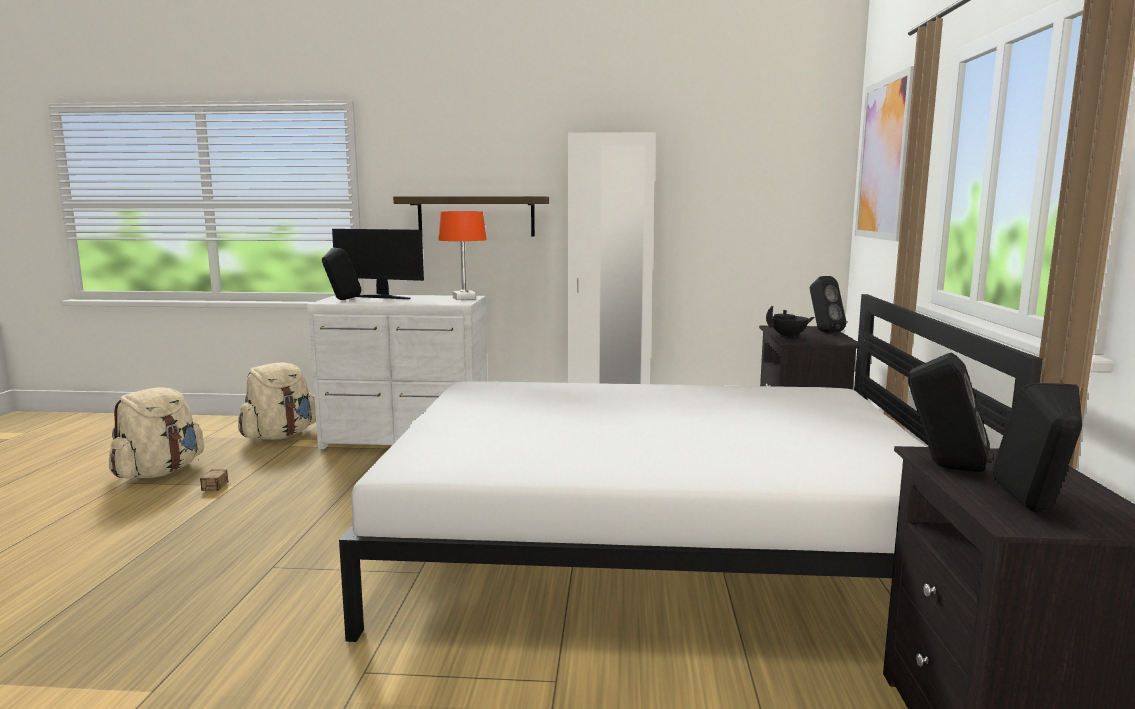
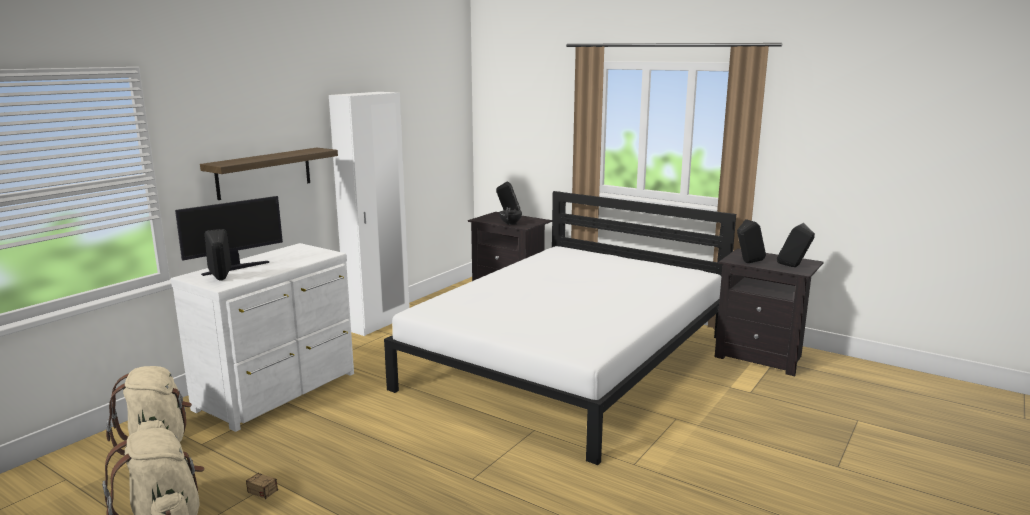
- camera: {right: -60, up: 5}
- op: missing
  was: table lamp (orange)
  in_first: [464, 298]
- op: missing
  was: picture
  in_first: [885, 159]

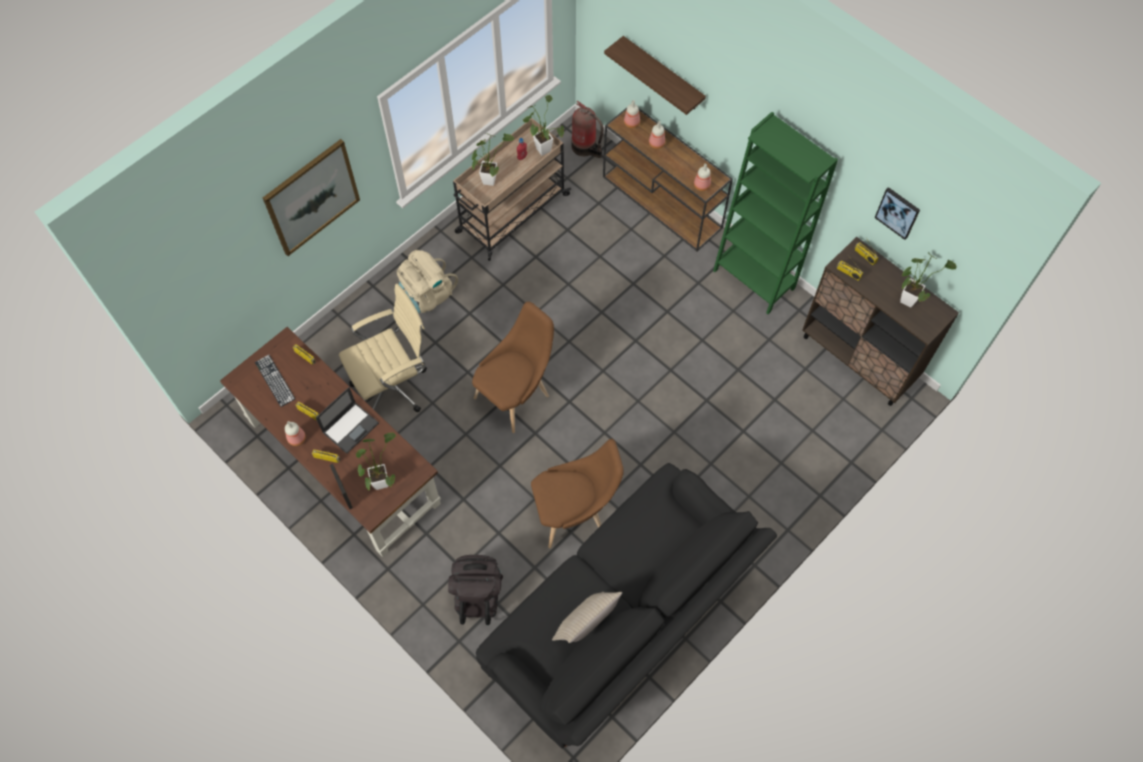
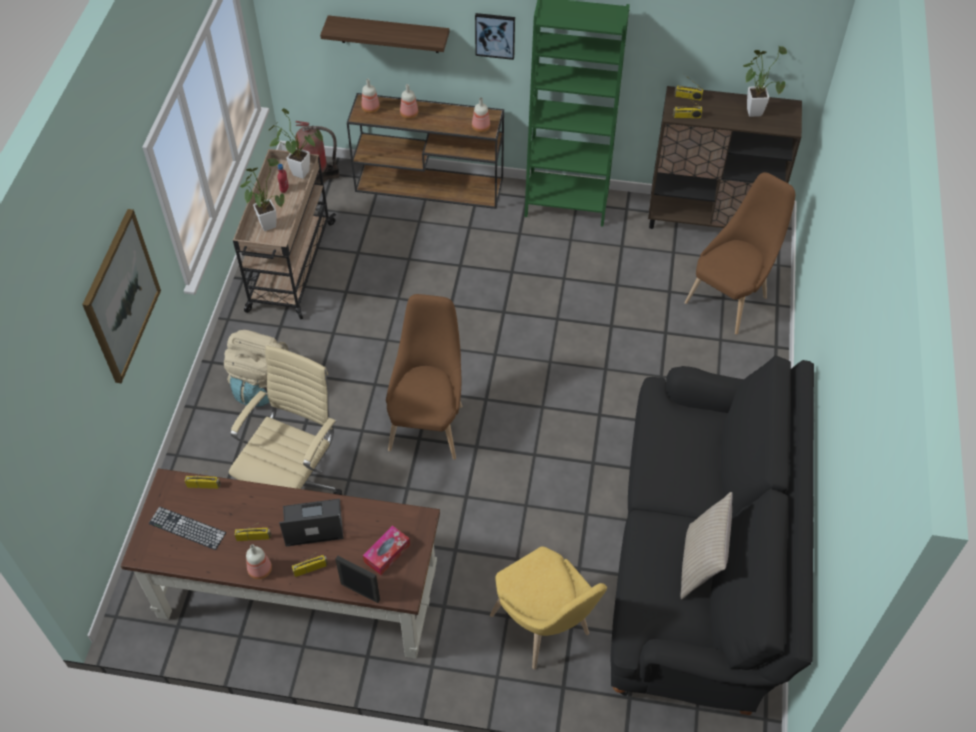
- camera: {right: -35, up: -10}
- op: relocated
  was: chair (brown)
  in_first: [574, 512]
  in_second: [730, 297]
- op: relocated
  was: picture
  in_first: [898, 212]
  in_second: [495, 35]
- op: exchanged
  was: potted plant
  now: tissue box
  in_first: [380, 479]
  in_second: [387, 553]
- op: exchanged
  was: backpack (black)
  now: chair (yellow)
  in_first: [478, 594]
  in_second: [545, 629]
- op: spun
  was: laptop
  in_first: [351, 427]
  in_second: [312, 523]
  clockwise: -105

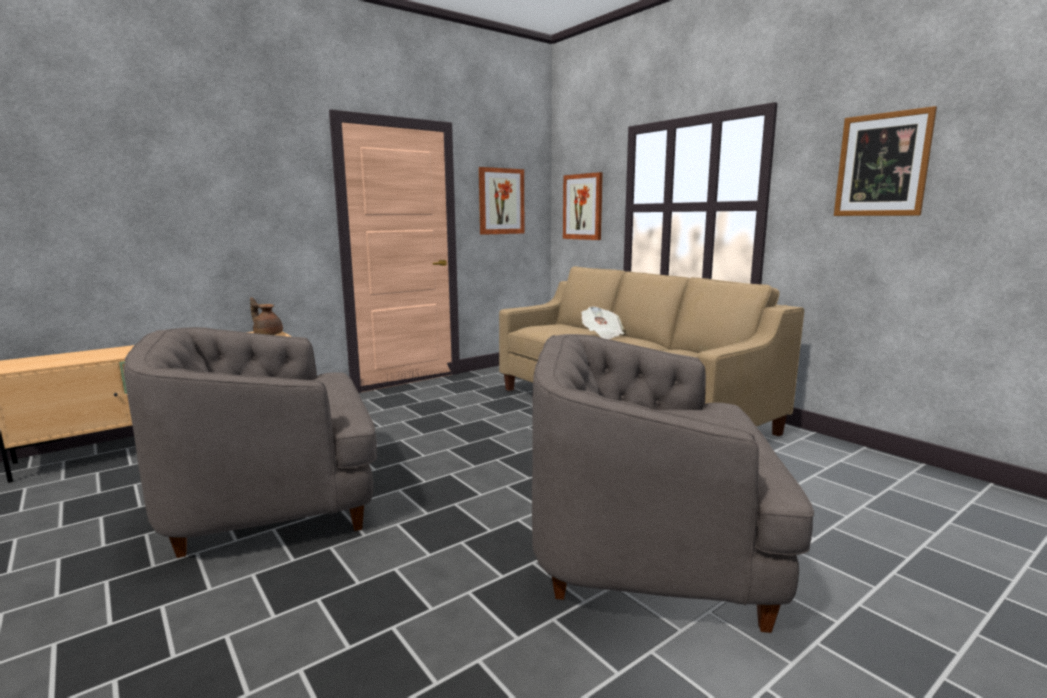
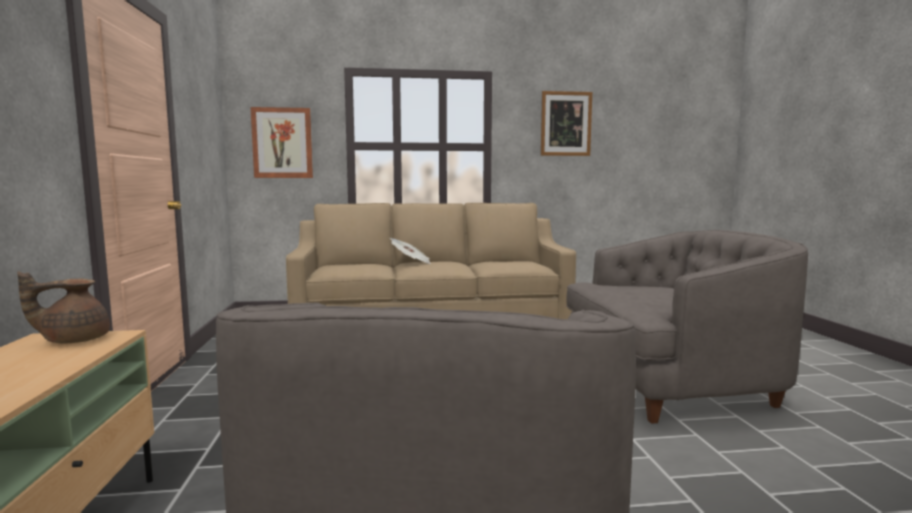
- camera: {right: -60, up: -5}
- op: missing
  was: picture
  in_first: [501, 201]
- op: spun
  was: armchair (grey)
  in_first: [649, 545]
  in_second: [668, 381]
  clockwise: -135

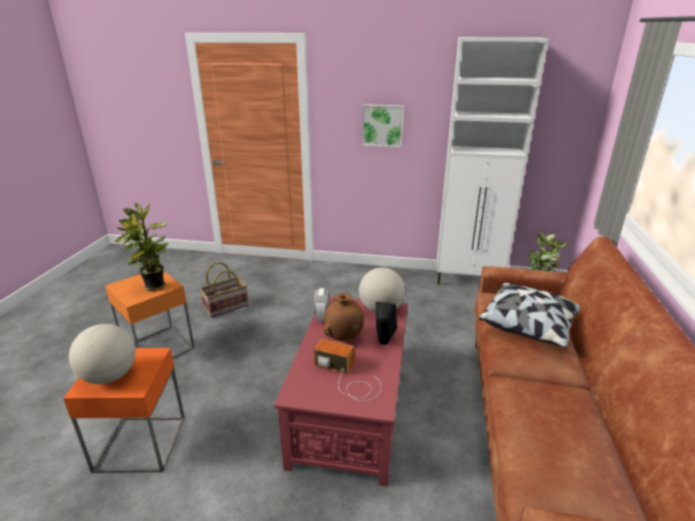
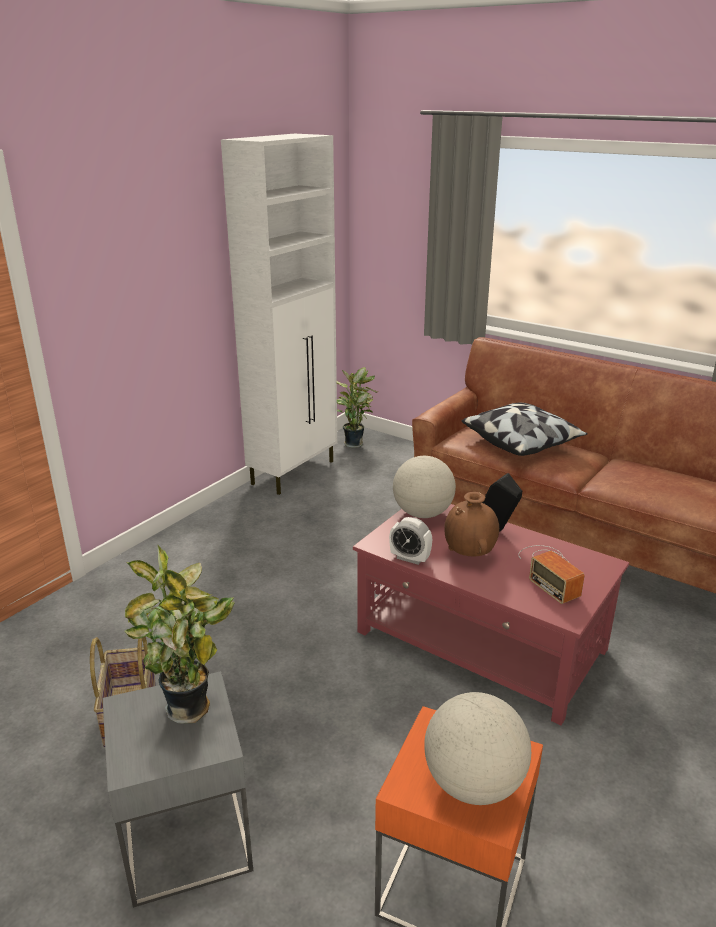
- camera: {right: -65, up: 0}
- op: missing
  was: picture
  in_first: [382, 125]
- op: colour
  was: side table (orange)
  now: side table (grey)
  in_first: [158, 347]
  in_second: [186, 838]
- op: spun
  was: radio
  in_first: [347, 378]
  in_second: [550, 571]
  clockwise: -75

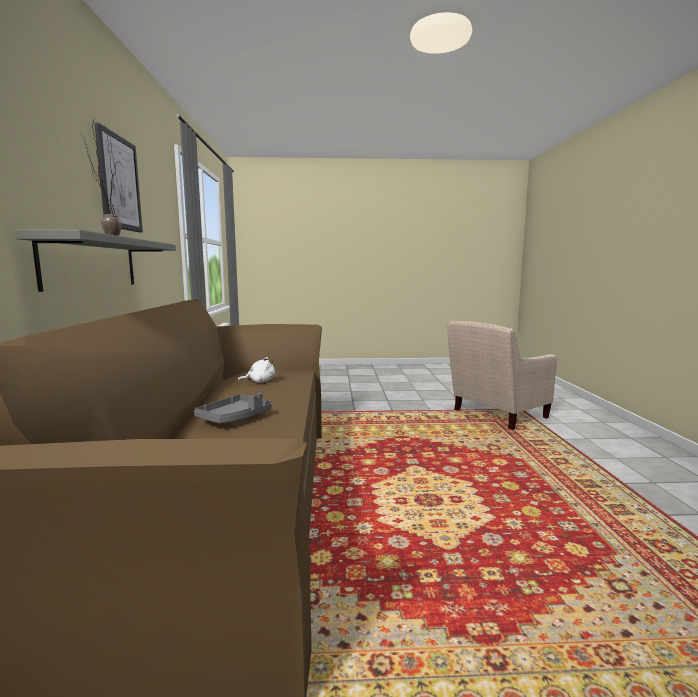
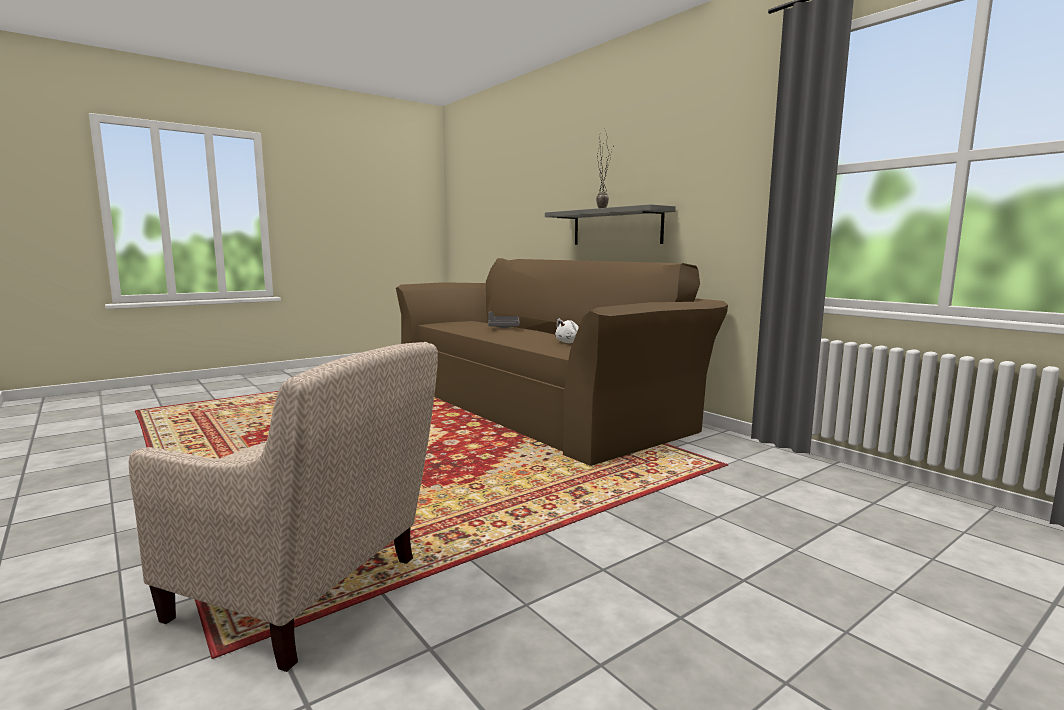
- camera: {right: 145, up: 0}
- op: missing
  was: picture
  in_first: [119, 183]
- op: spun
  was: armchair (beige)
  in_first: [495, 415]
  in_second: [307, 595]
  clockwise: 90

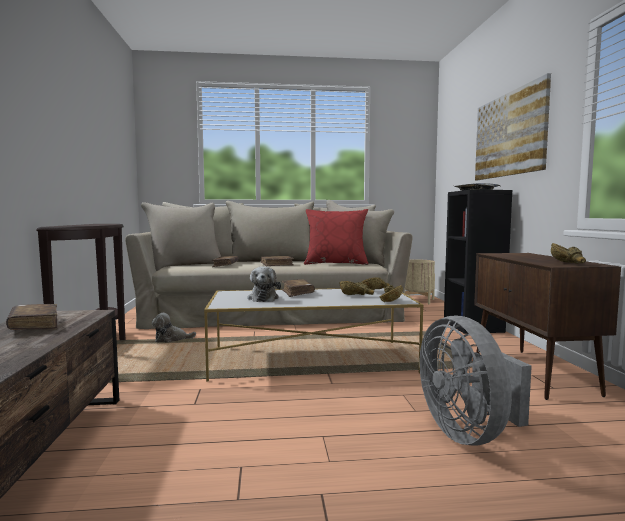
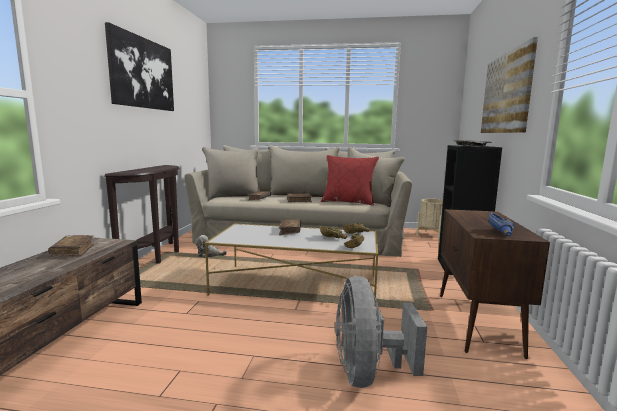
- camera: {right: 15, up: 5}
- op: missing
  was: plush toy
  in_first: [263, 298]
- op: appeared
  now: picture
  in_second: [142, 73]
- op: colour
  was: bowl (brown)
  now: bowl (blue)
  in_first: [570, 263]
  in_second: [503, 233]

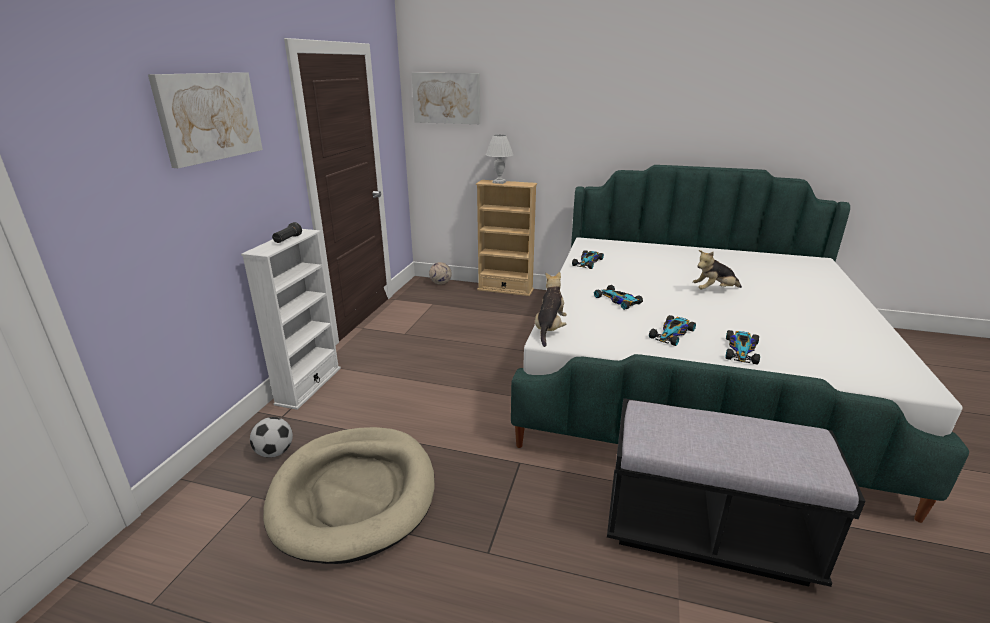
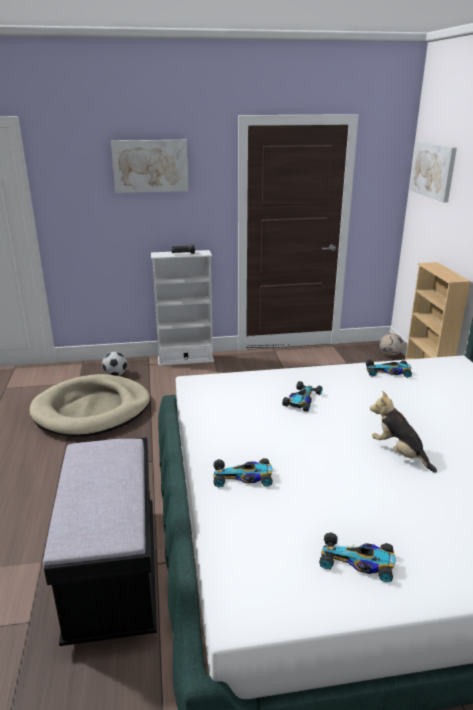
- camera: {right: 65, up: 0}
- op: missing
  was: table lamp (white)
  in_first: [499, 182]
- op: missing
  was: plush toy
  in_first: [549, 329]
- op: relocated
  was: toy car
  in_first: [672, 333]
  in_second: [358, 562]

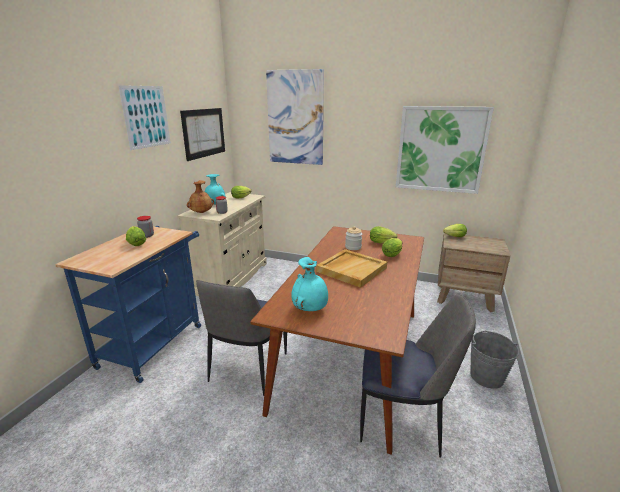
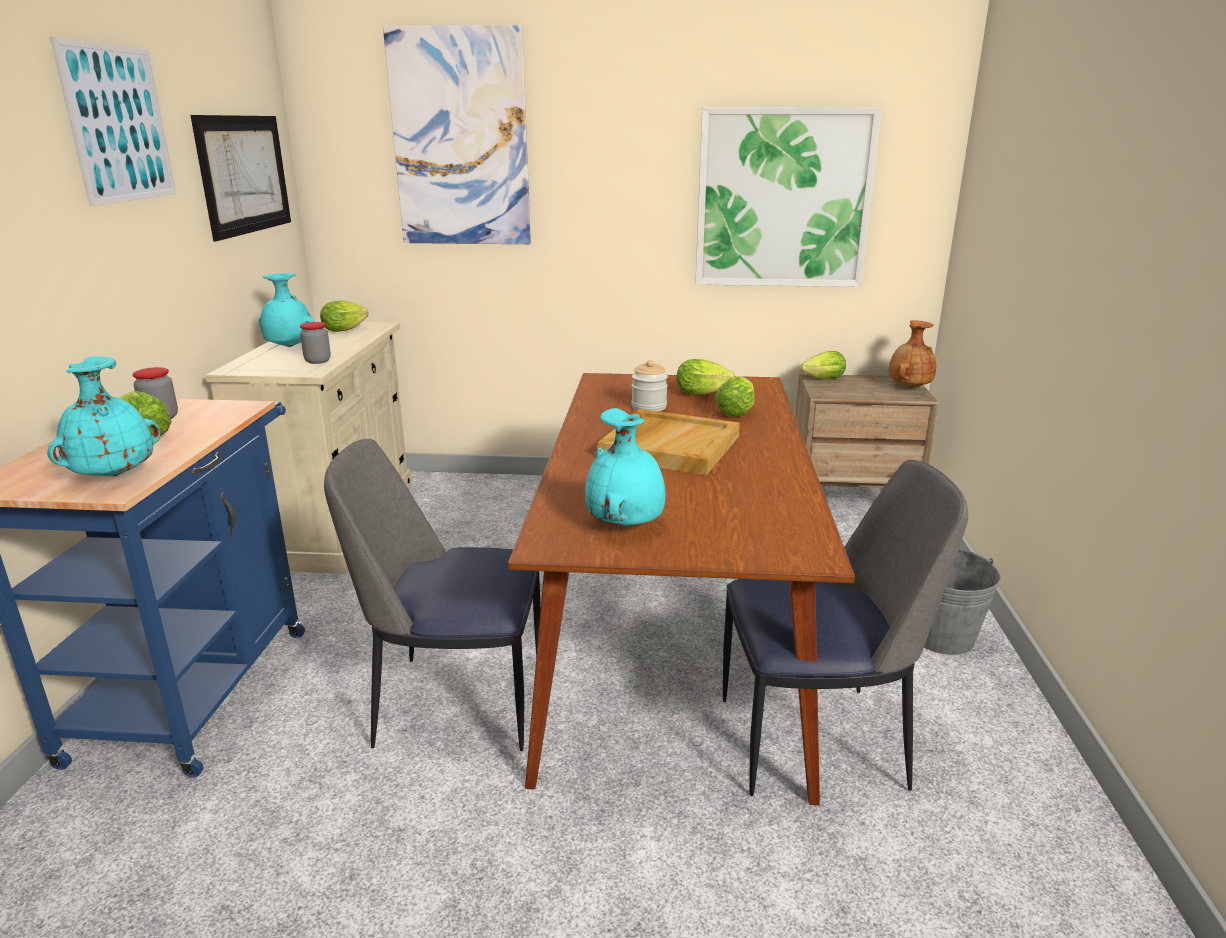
- camera: {right: -15, up: 0}
- op: appeared
  now: vase (turquoise)
  in_second: [113, 475]
- op: relocated
  was: vase (brown)
  in_first: [201, 212]
  in_second: [908, 387]
- op: spun
  was: chair
  in_first: [248, 369]
  in_second: [455, 703]
  clockwise: 90

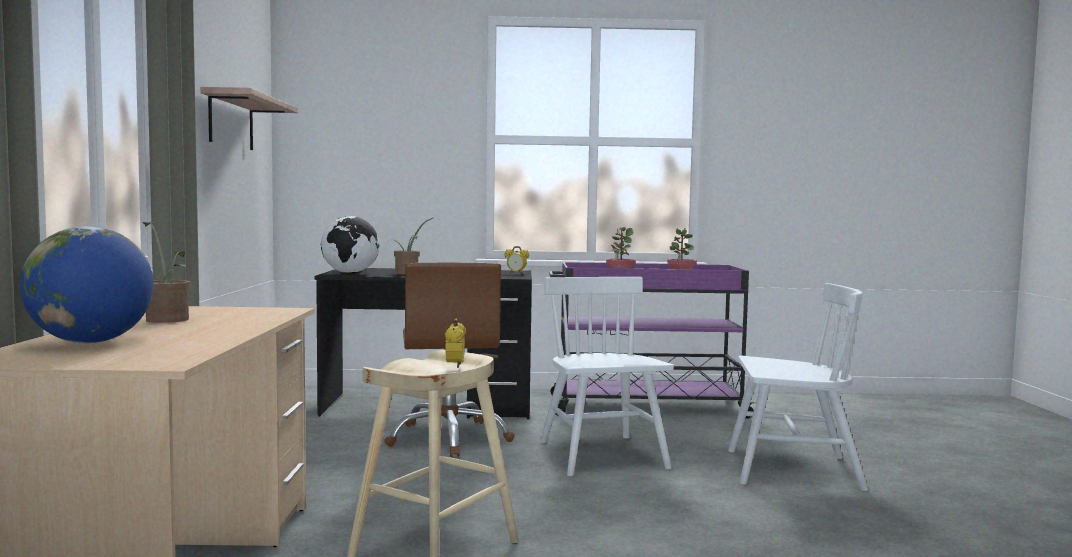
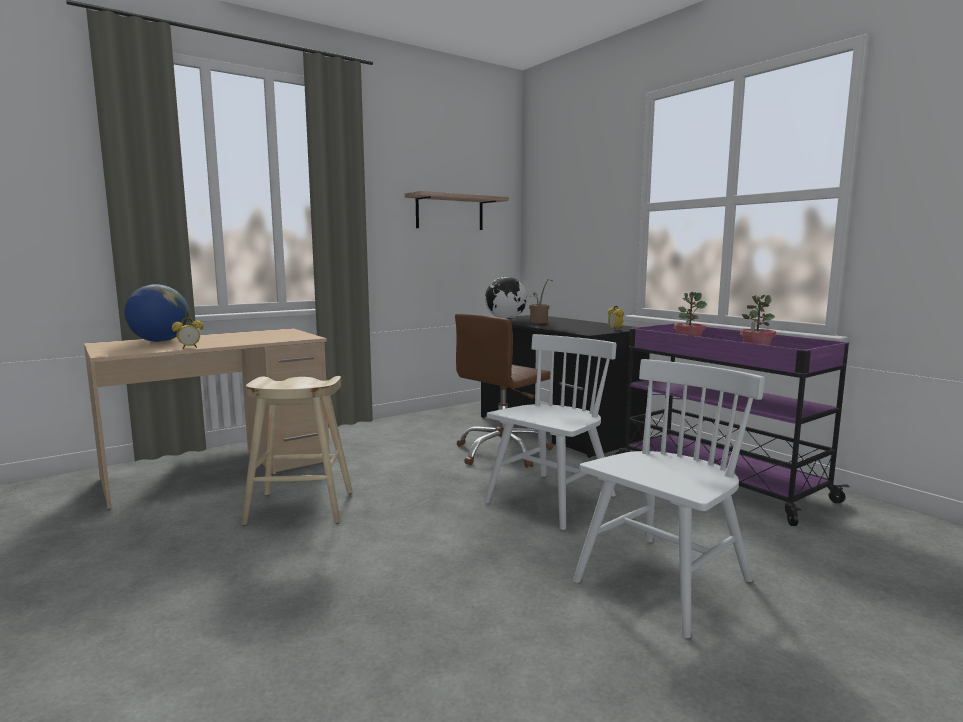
- camera: {right: 55, up: 5}
- op: missing
  was: potted plant
  in_first: [167, 319]
- op: relocated
  was: alarm clock
  in_first: [455, 366]
  in_second: [189, 348]
- op: spun
  was: chair (white)
  in_first: [792, 470]
  in_second: [663, 582]
  clockwise: -105

